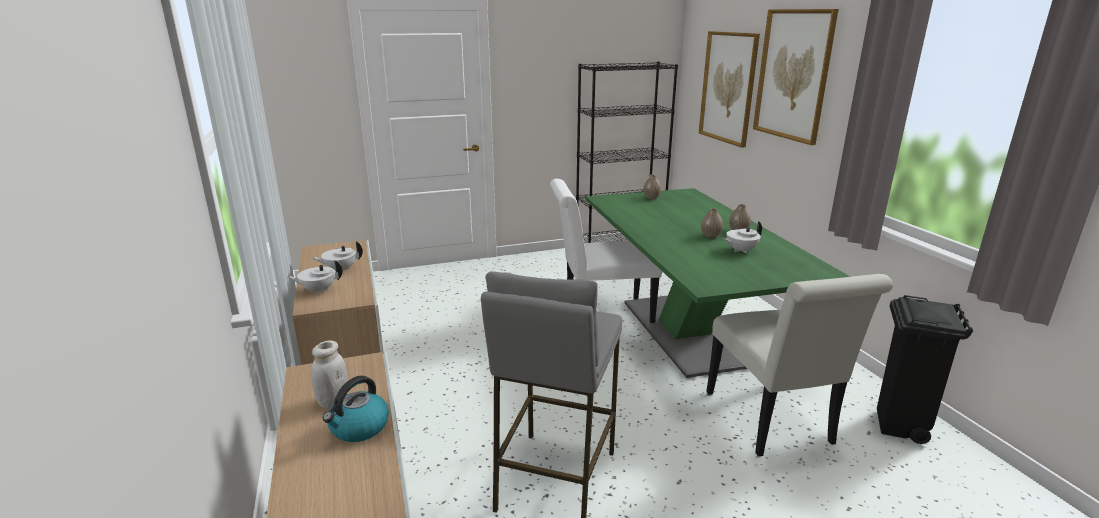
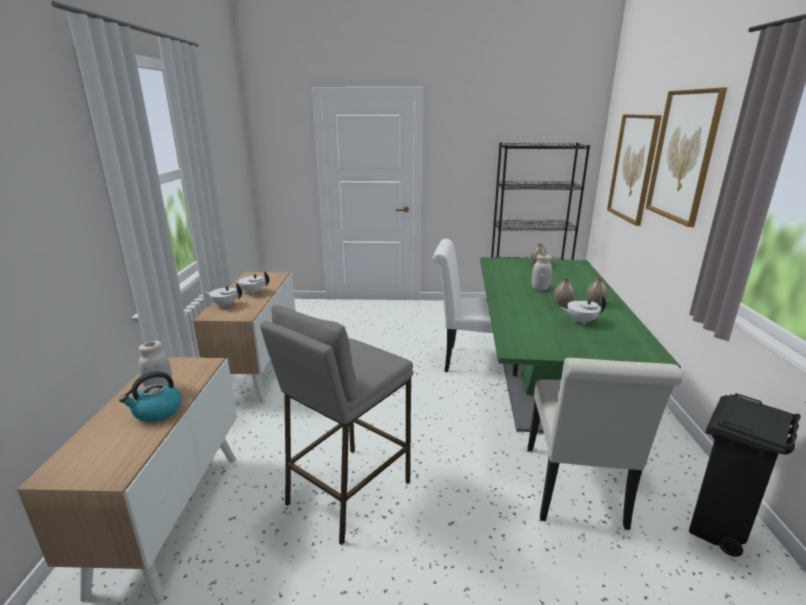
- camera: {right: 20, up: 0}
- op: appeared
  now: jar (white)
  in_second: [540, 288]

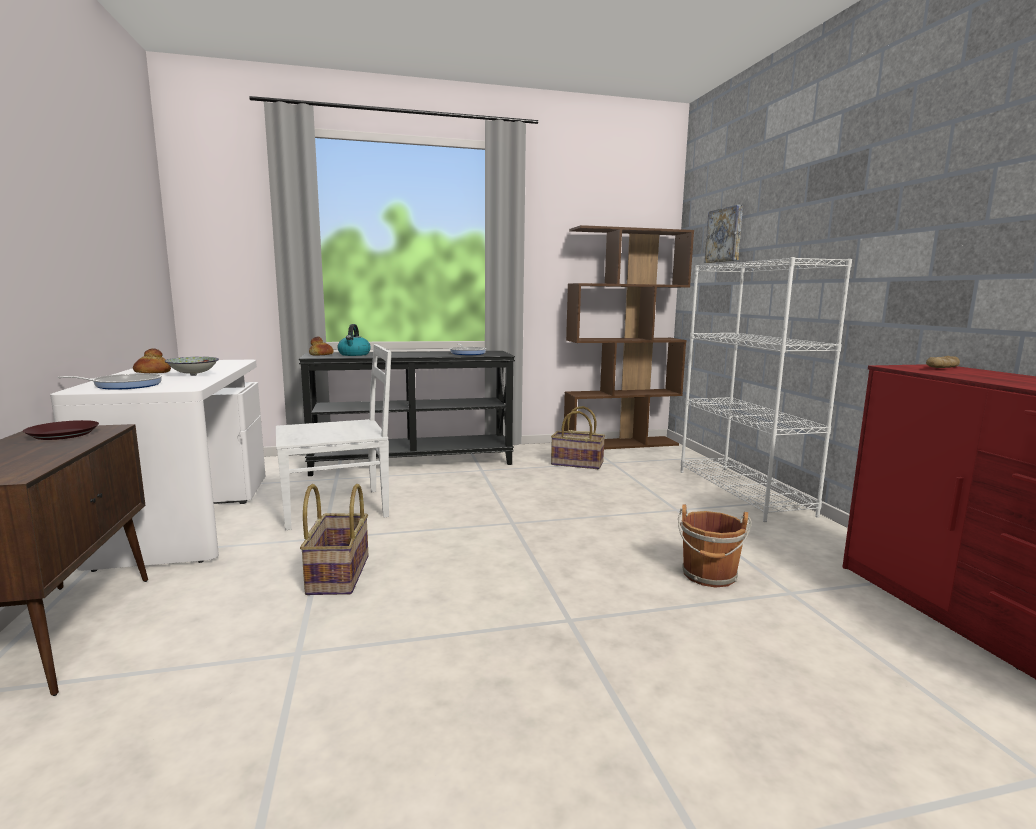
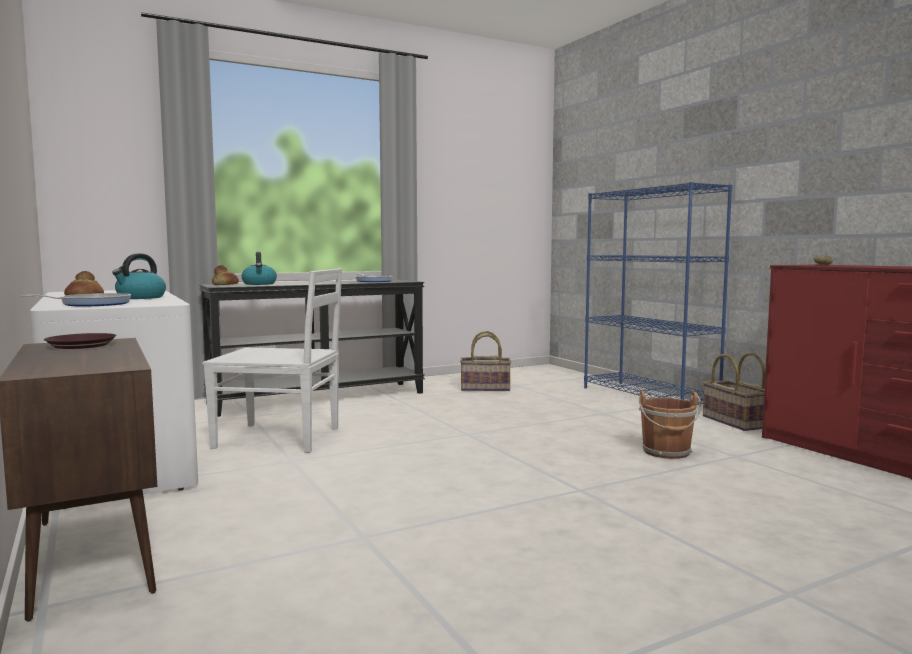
- camera: {right: -15, up: -5}
- op: missing
  was: bookcase (brown)
  in_first: [621, 444]
- op: missing
  was: picture
  in_first: [725, 235]
- op: relocated
  was: basket
  in_first: [337, 574]
  in_second: [734, 422]
- op: exchanged
  was: bowl
  now: kettle
  in_first: [194, 375]
  in_second: [140, 297]
- op: colour
  was: bookcase (white)
  now: bookcase (blue)
  in_first: [743, 492]
  in_second: [649, 397]
- op: spun
  was: chair (white)
  in_first: [338, 508]
  in_second: [281, 438]
  clockwise: 45

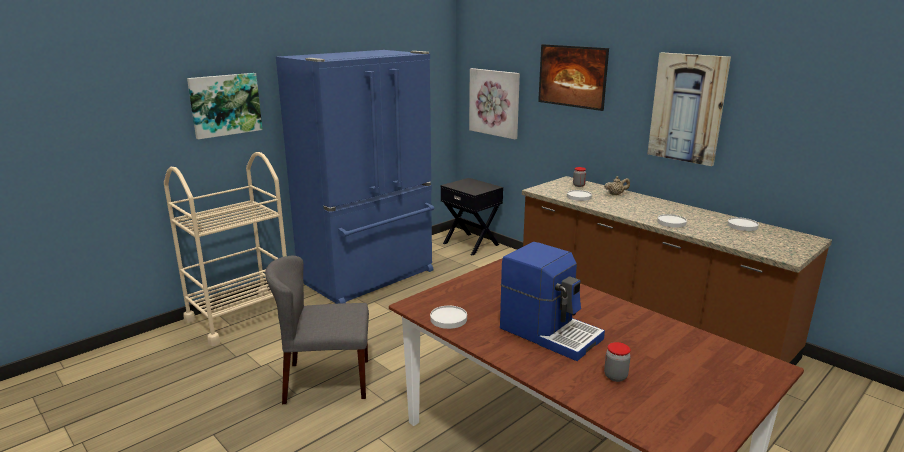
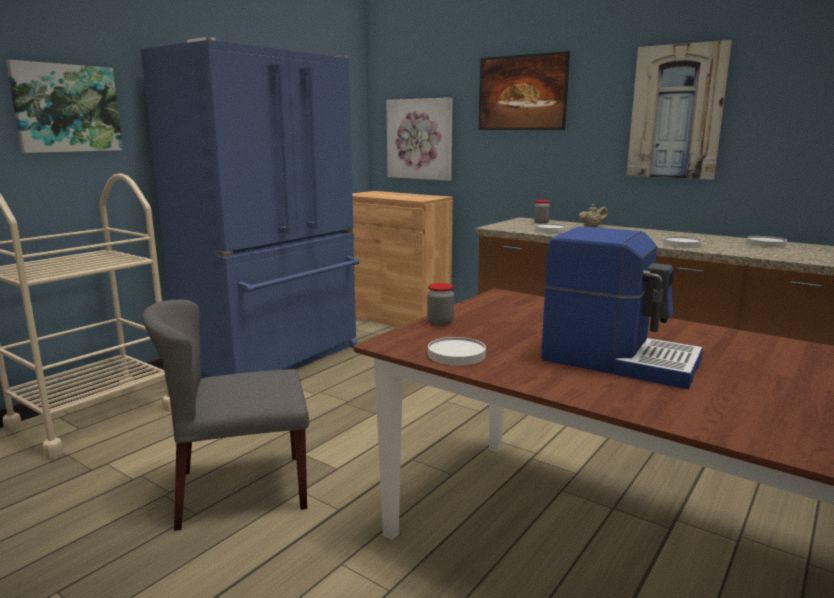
- camera: {right: -10, up: -5}
- op: relocated
  was: jar
  in_first: [615, 376]
  in_second: [440, 322]
- op: exchanged
  was: nightstand (black)
  now: cabinet (brown)
  in_first: [471, 244]
  in_second: [397, 317]

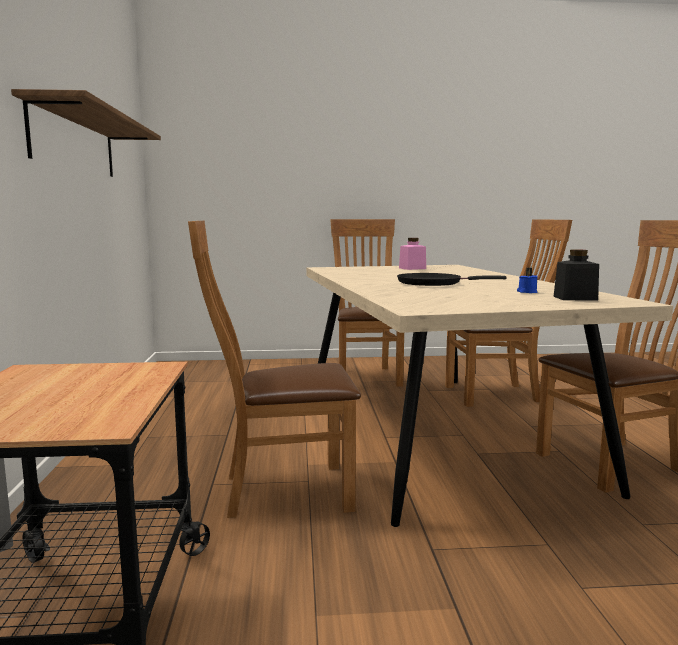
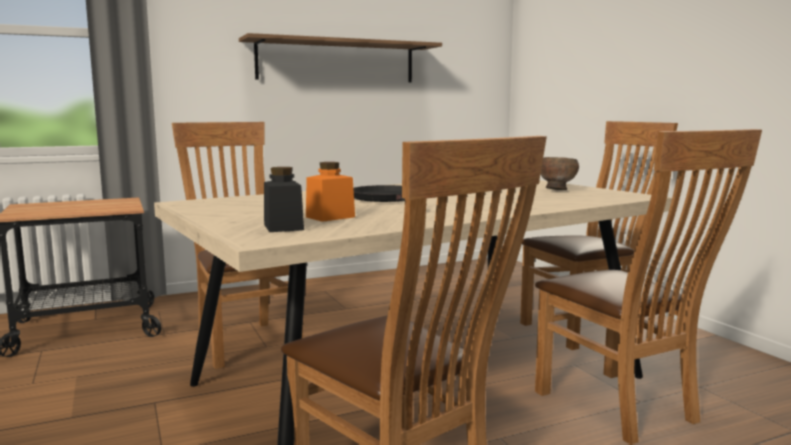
- camera: {right: 70, up: 0}
- op: exchanged
  was: jar (pink)
  now: bowl (brown)
  in_first: [412, 268]
  in_second: [556, 190]
- op: exchanged
  was: candle (blue)
  now: jar (orange)
  in_first: [526, 292]
  in_second: [330, 217]

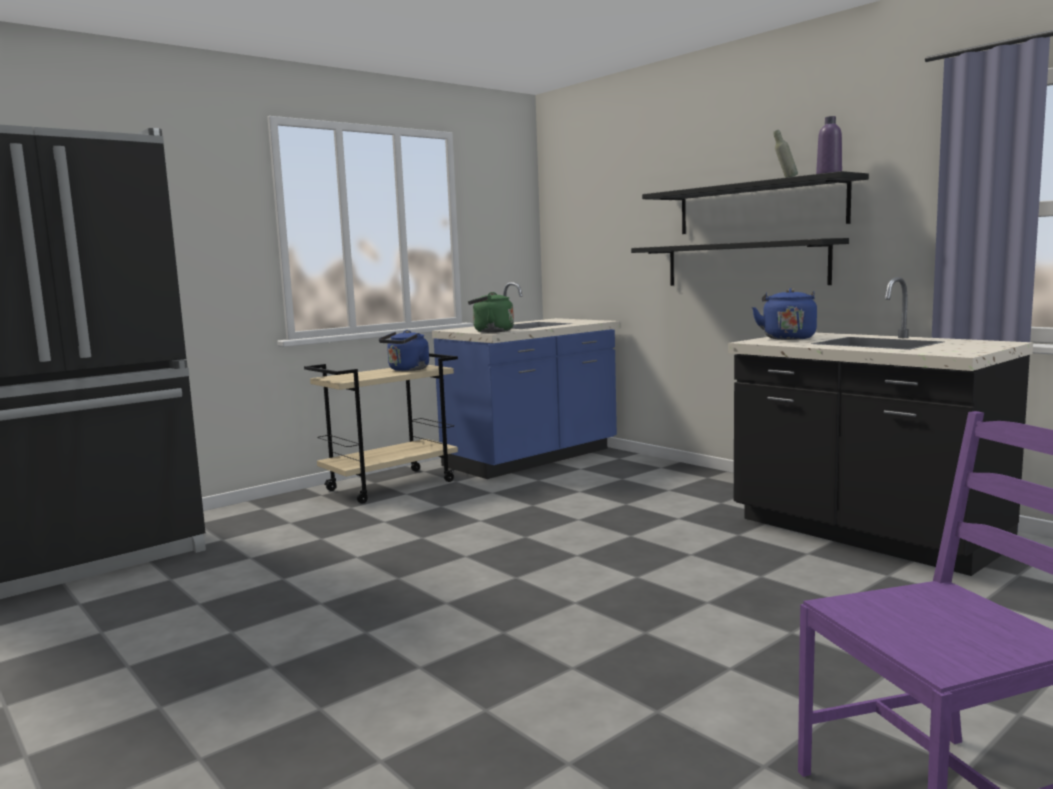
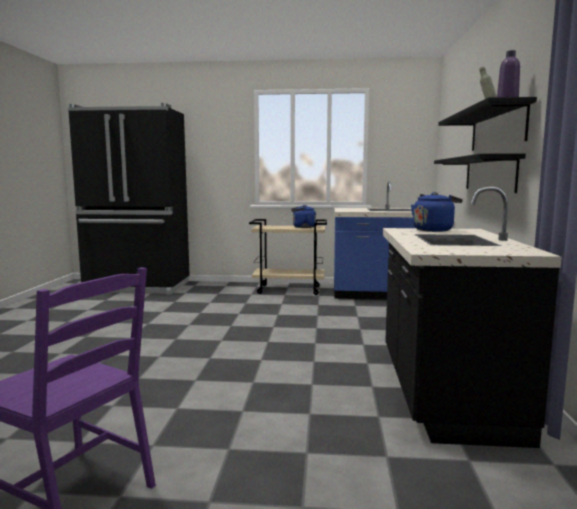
- camera: {right: 45, up: 0}
- op: missing
  was: kettle (green)
  in_first: [490, 331]

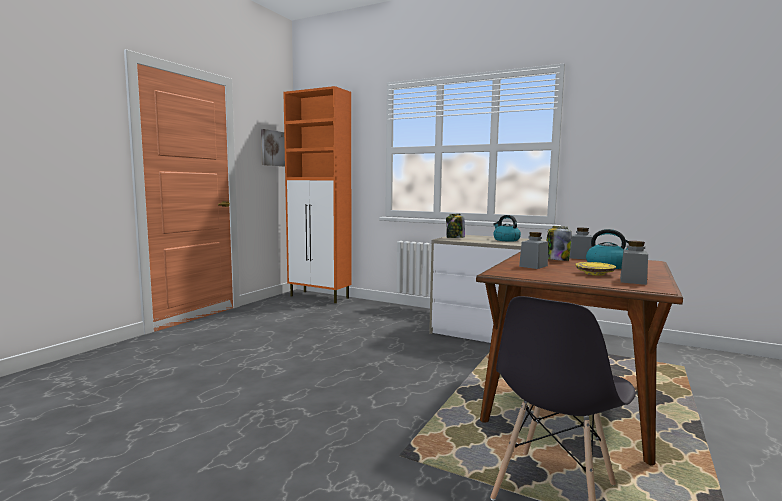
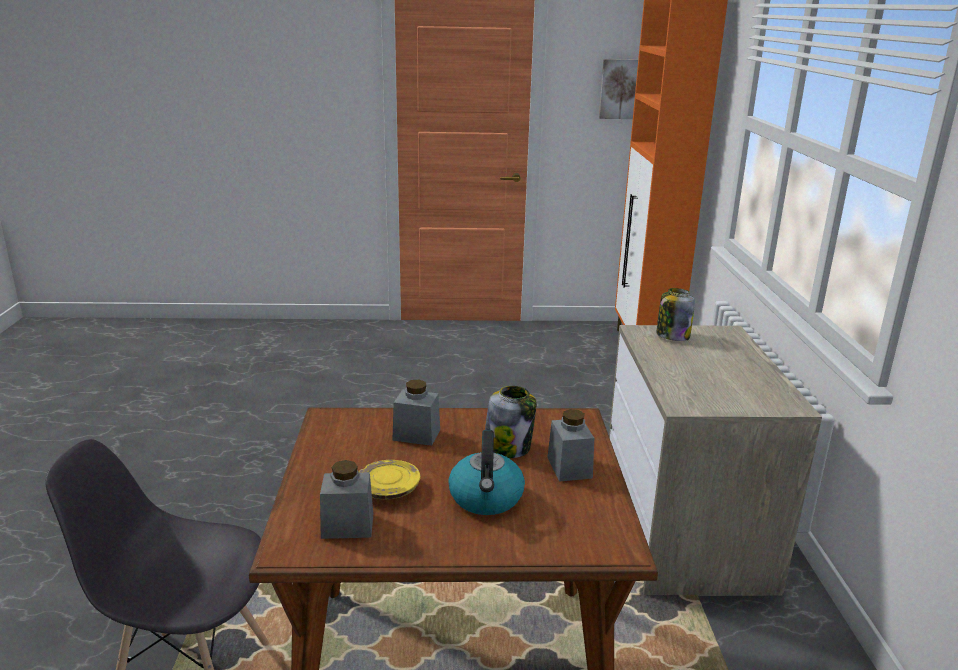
- camera: {right: 60, up: 15}
- op: missing
  was: kettle
  in_first: [506, 240]

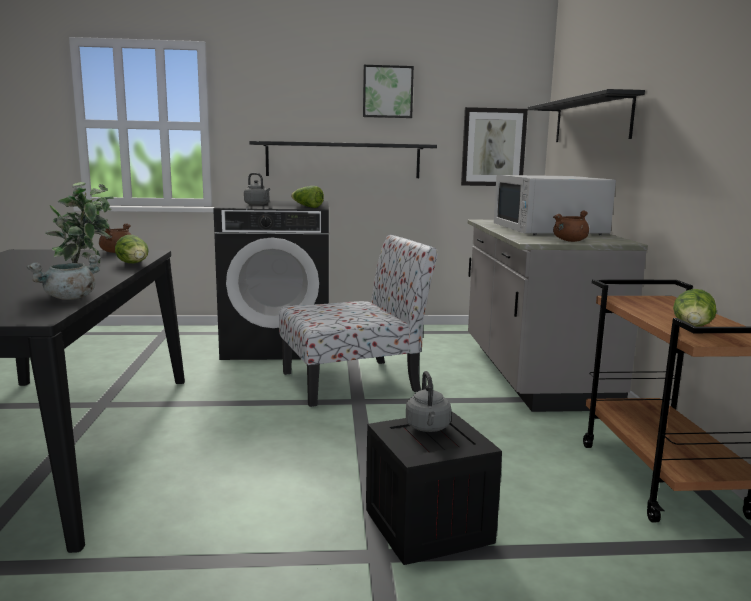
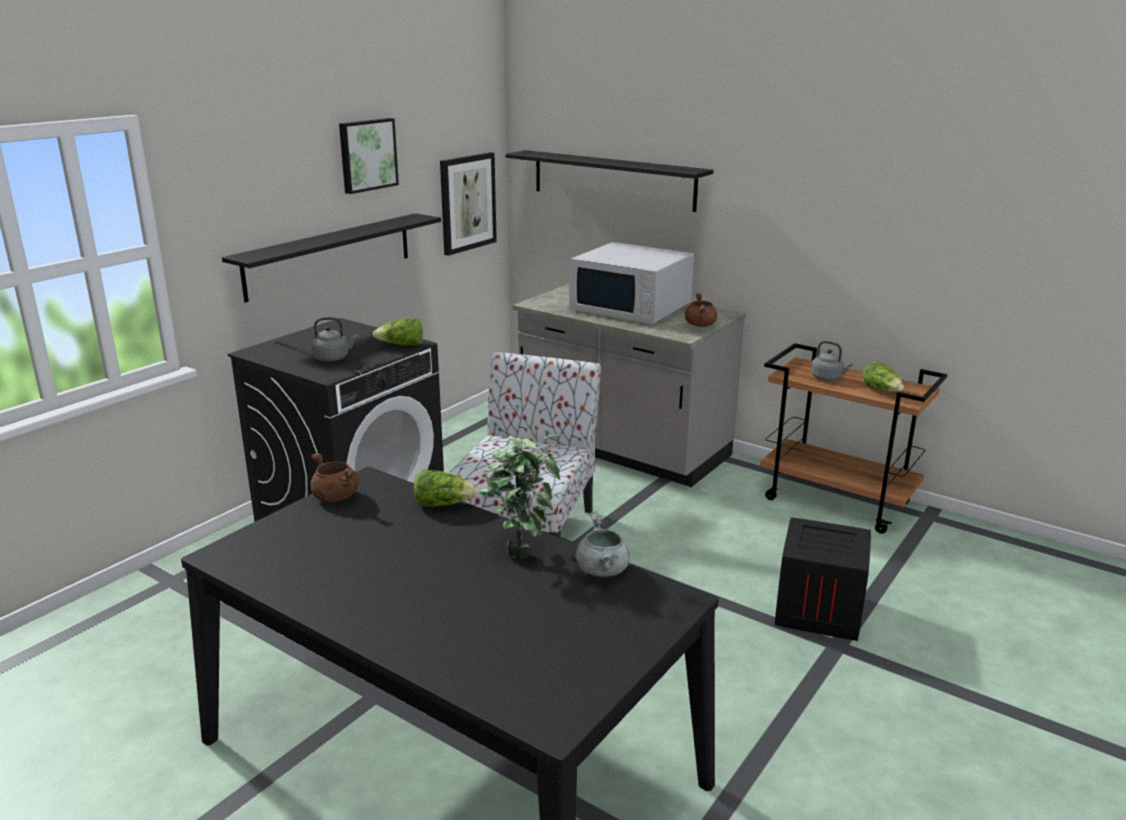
- camera: {right: -50, up: 10}
- op: relocated
  was: kettle (grey)
  in_first: [428, 428]
  in_second: [828, 378]

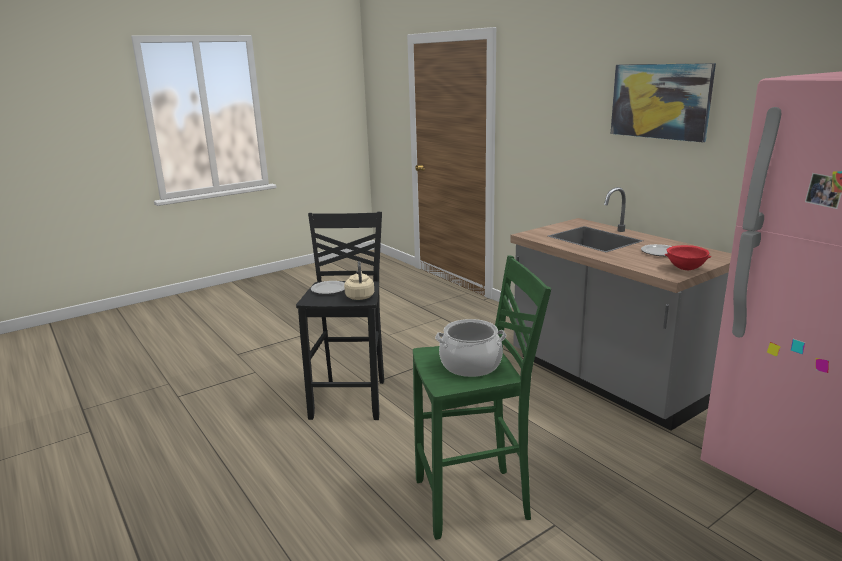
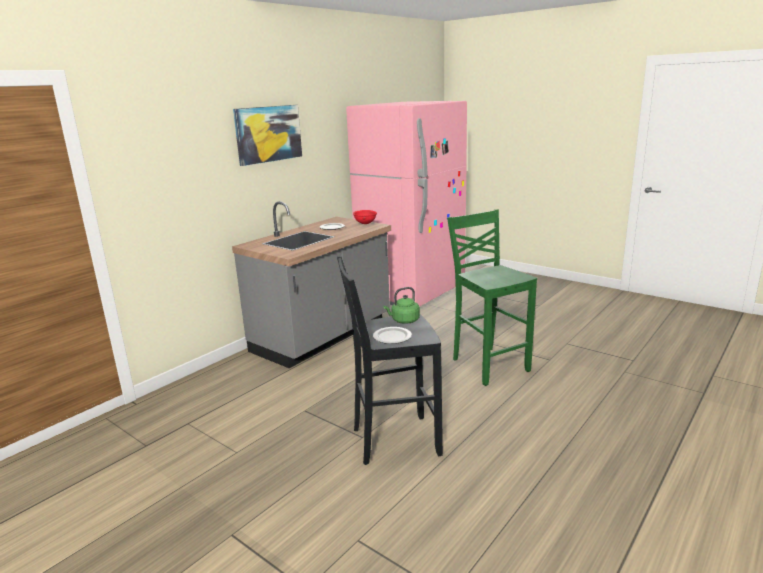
- camera: {right: -105, up: 0}
- op: missing
  was: cooking pot
  in_first: [470, 364]
- op: colour
  was: kettle (beige)
  now: kettle (green)
  in_first: [360, 296]
  in_second: [404, 321]

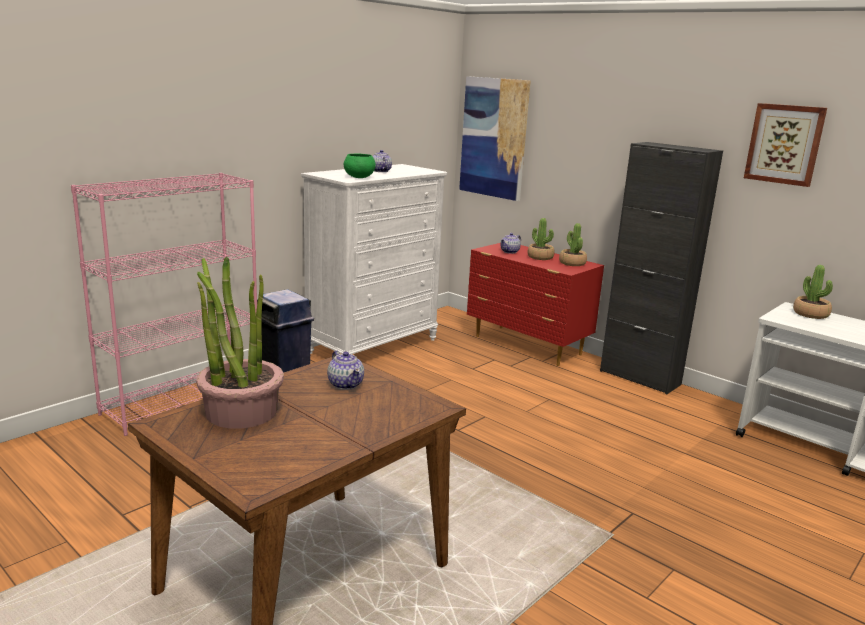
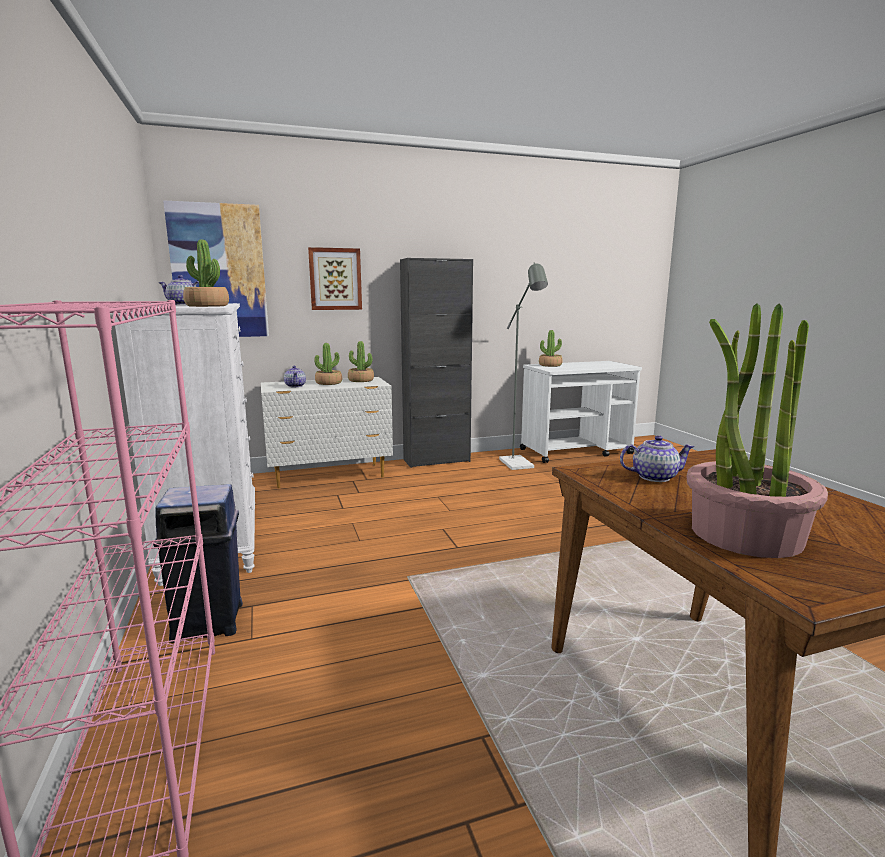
- camera: {right: -60, up: -5}
- op: appeared
  now: floor lamp (grey)
  in_second: [519, 465]
- op: relocated
  was: picture
  in_first: [784, 144]
  in_second: [335, 279]
- op: exchanged
  was: bowl (green)
  now: potted plant
  in_first: [359, 177]
  in_second: [207, 306]
- op: colour
  was: dresser (red)
  now: dresser (white)
  in_first: [527, 346]
  in_second: [330, 476]

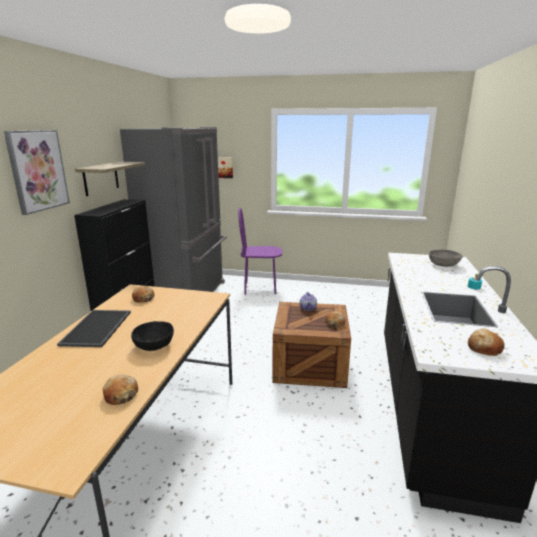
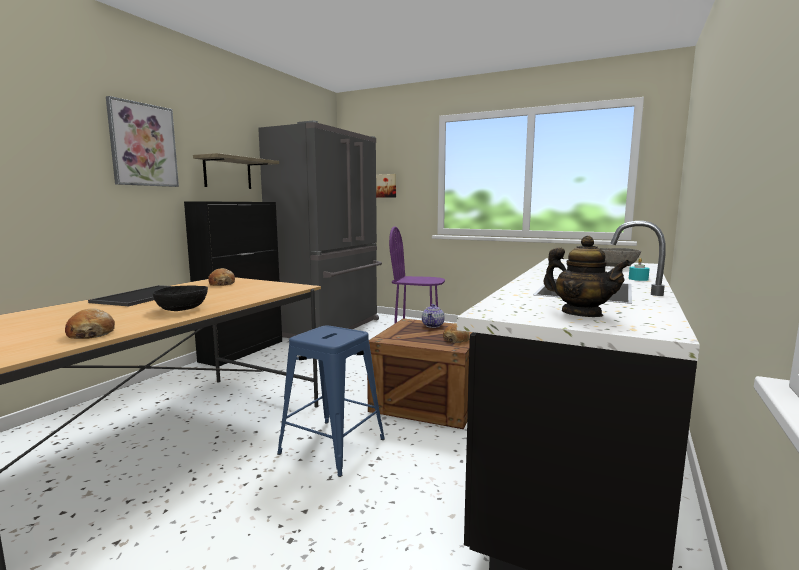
- camera: {right: 15, up: -10}
- op: appeared
  now: stool (blue)
  in_second: [332, 446]
- op: exchanged
  was: bread
  now: teapot
  in_first: [484, 348]
  in_second: [581, 314]

